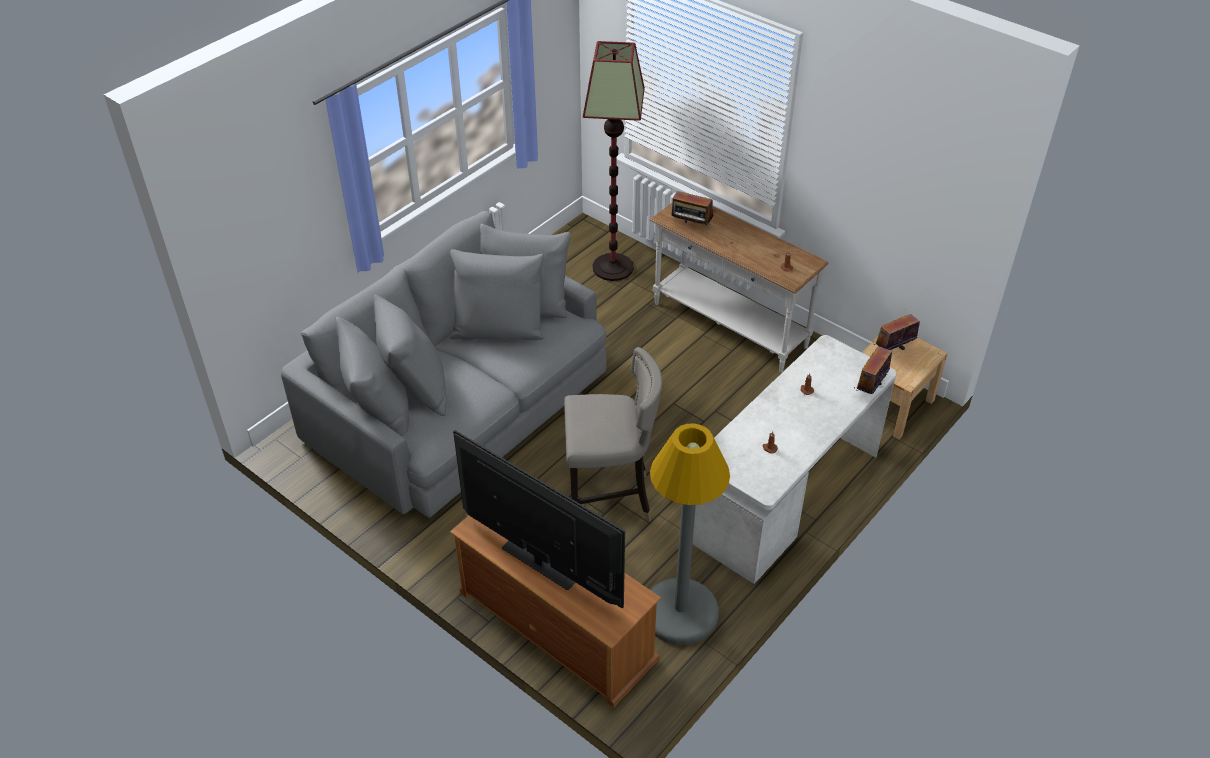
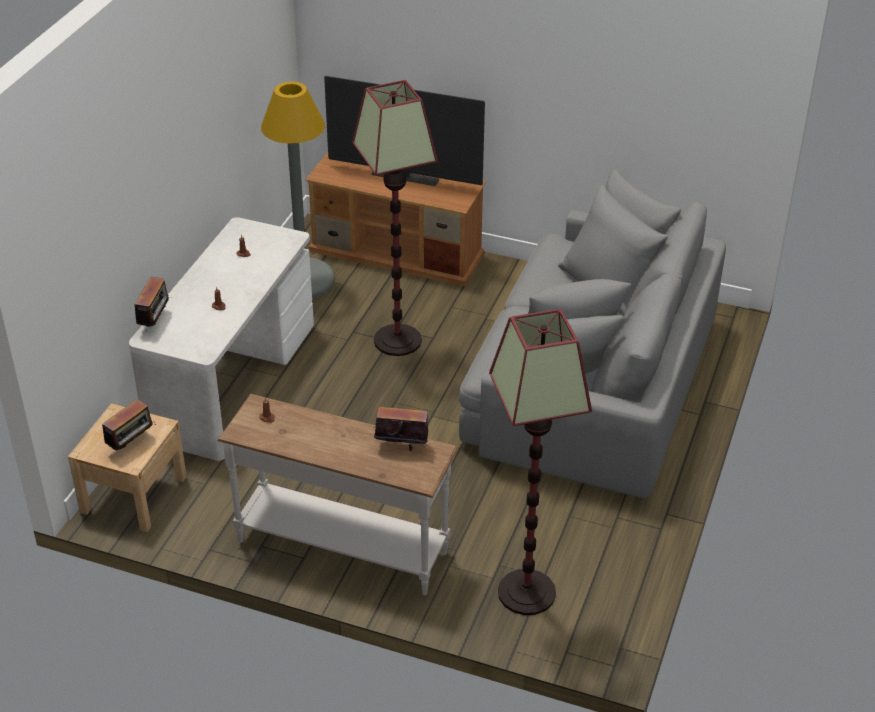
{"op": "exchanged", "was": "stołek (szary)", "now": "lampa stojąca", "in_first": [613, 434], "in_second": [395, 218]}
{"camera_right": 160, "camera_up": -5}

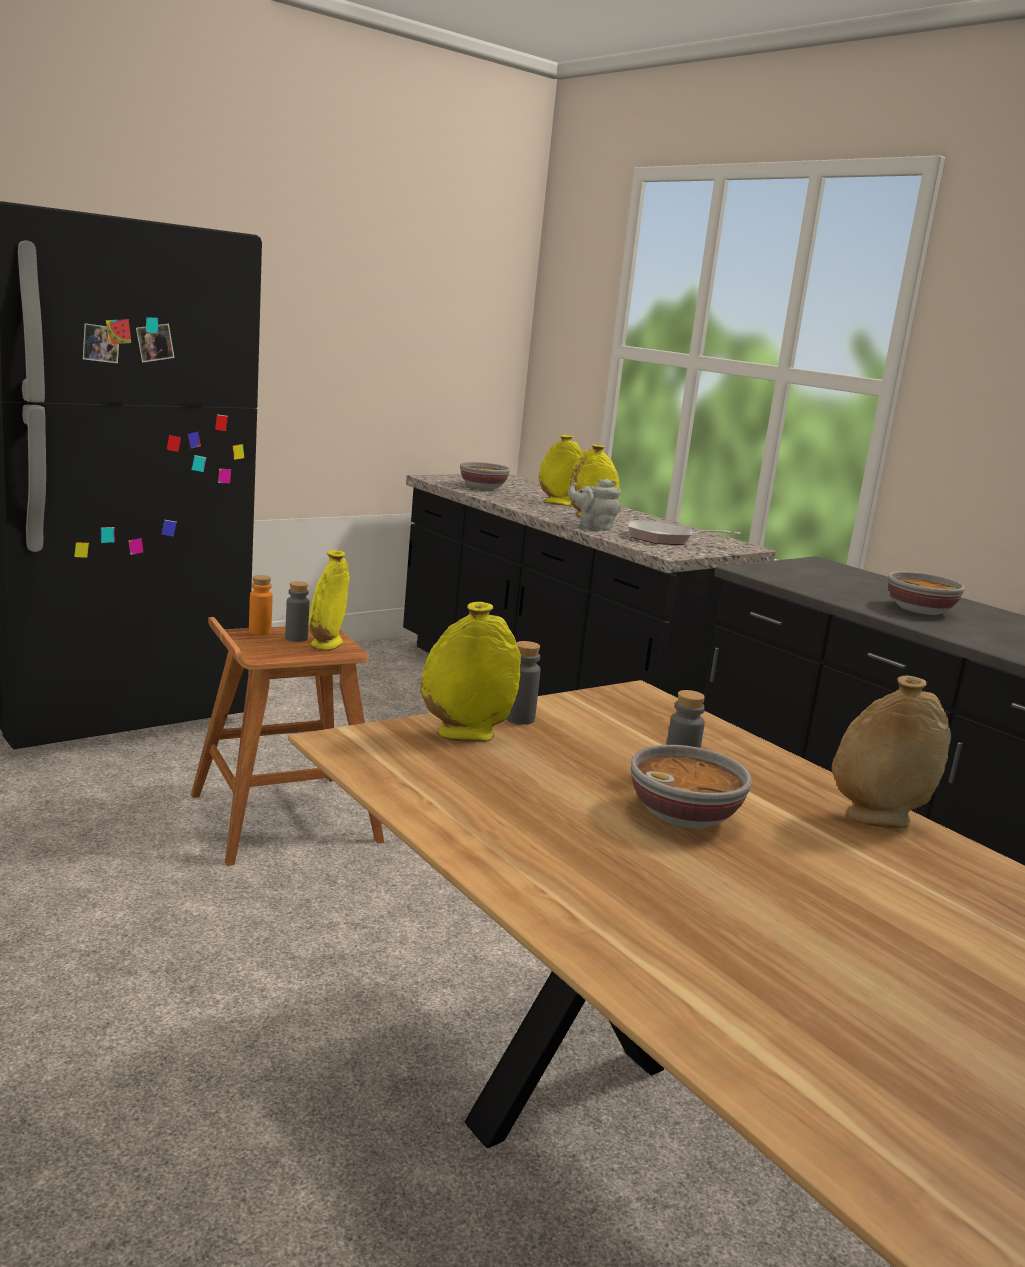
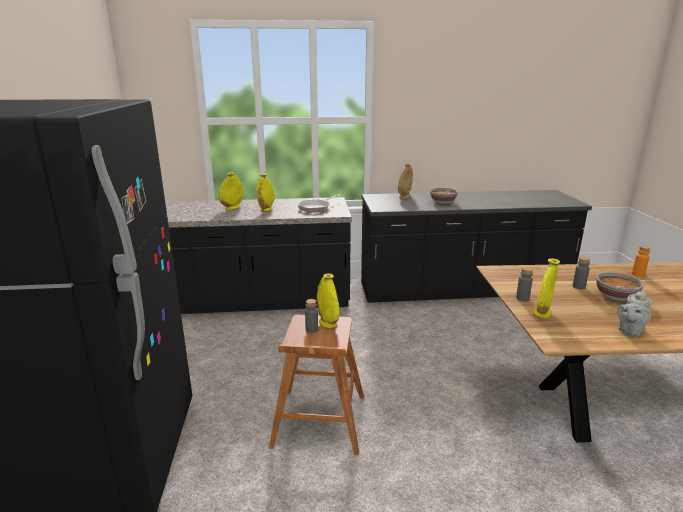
{"op": "relocated", "was": "butelka (pomarańczowy)", "in_first": [261, 605], "in_second": [641, 261]}
{"op": "missing", "was": "miska", "in_first": [485, 475]}
{"op": "relocated", "was": "imbryk (szary)", "in_first": [594, 504], "in_second": [634, 313]}
{"op": "relocated", "was": "wazon (beżowy)", "in_first": [891, 752], "in_second": [405, 181]}
{"camera_right": -55, "camera_up": 5}

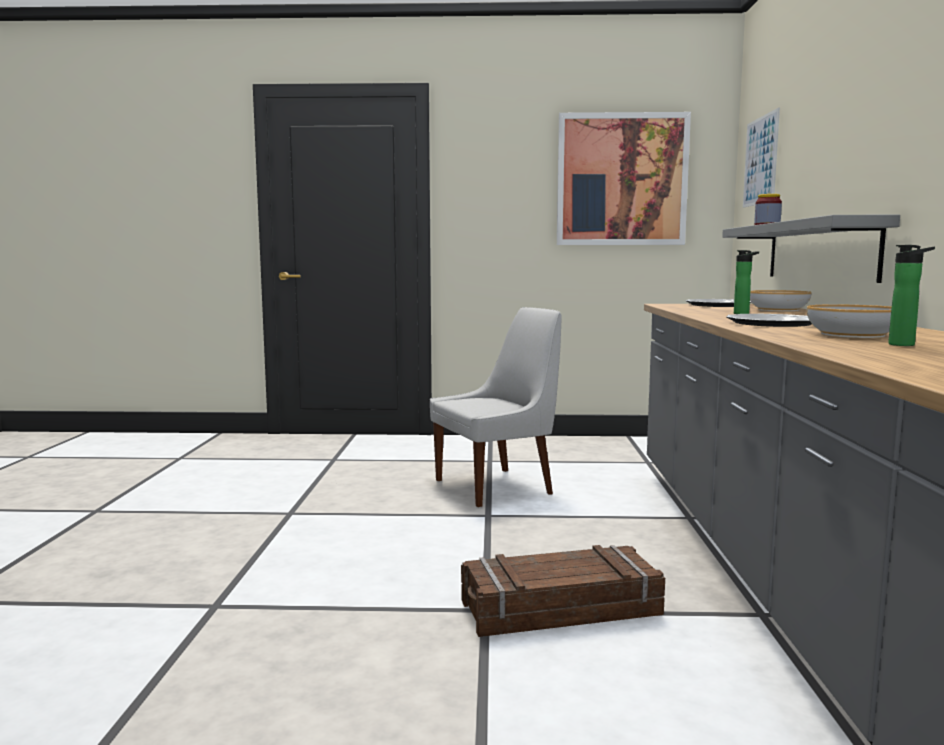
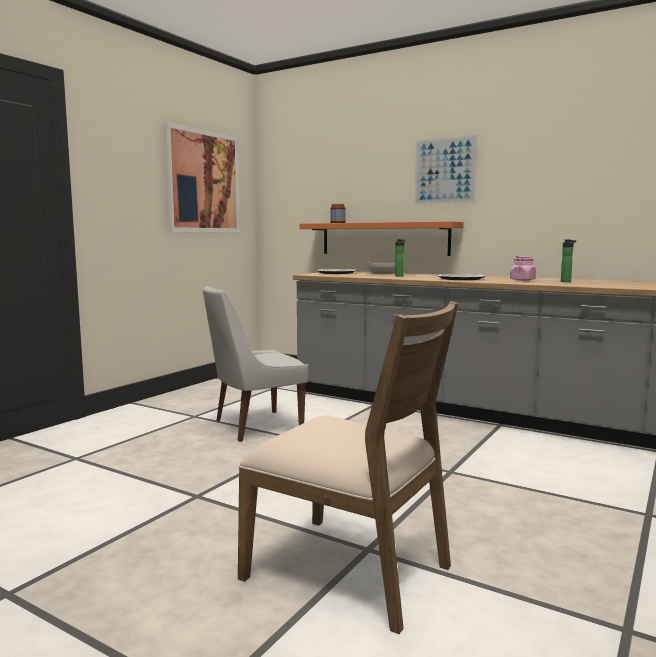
{"op": "spun", "was": "krzesło (biały)", "in_first": [496, 407], "in_second": [255, 364], "clockwise": -120}
{"op": "missing", "was": "skrzynka", "in_first": [563, 591]}
{"op": "colour", "was": "półka (szary)", "now": "półka (pomarańczowy)", "in_first": [811, 249], "in_second": [381, 238]}
{"op": "relocated", "was": "obraz", "in_first": [761, 158], "in_second": [446, 170]}
{"op": "exchanged", "was": "miska", "now": "słoik (różowy)", "in_first": [849, 321], "in_second": [523, 268]}
{"op": "appeared", "now": "krzesło (brązowy)", "in_second": [348, 467]}
{"camera_right": -60, "camera_up": 0}

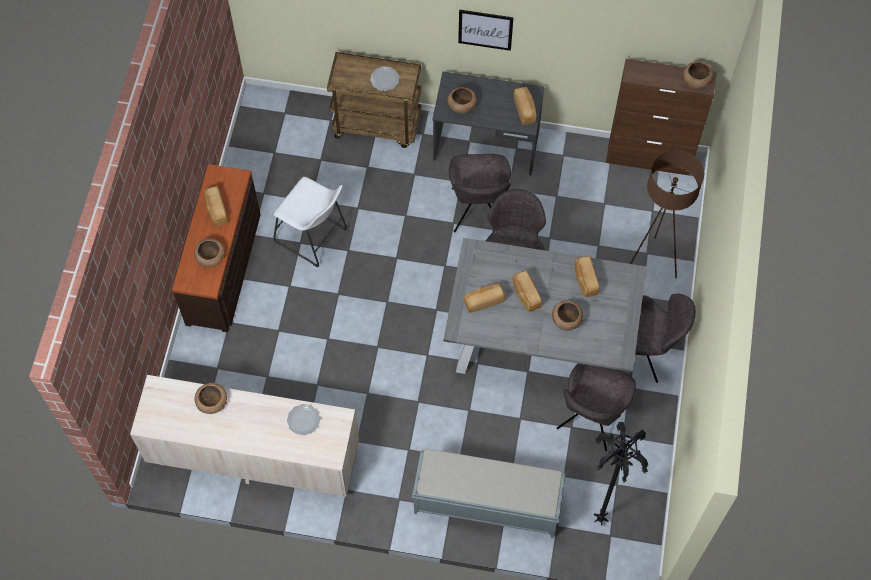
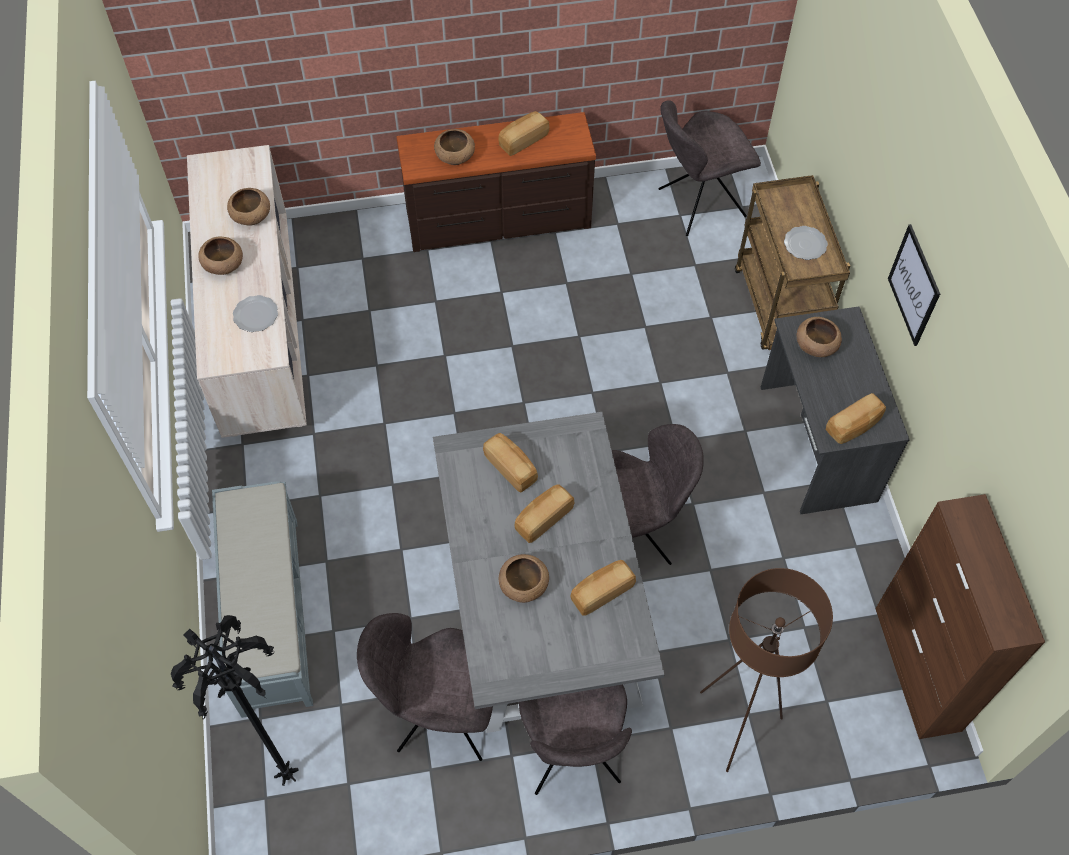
{"op": "missing", "was": "stołek (biały)", "in_first": [310, 222]}
{"op": "relocated", "was": "krzesło (szary)", "in_first": [480, 193], "in_second": [709, 168]}
{"op": "relocated", "was": "miska (brązowy)", "in_first": [698, 75], "in_second": [220, 256]}
{"camera_right": 70, "camera_up": -5}

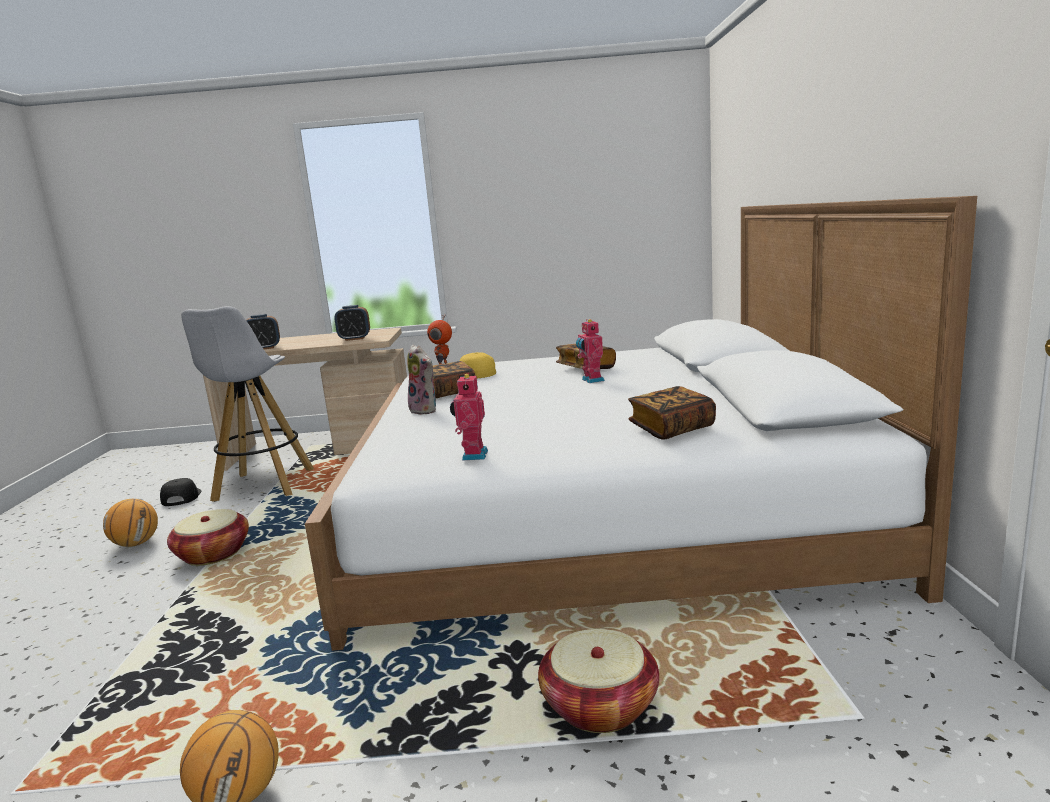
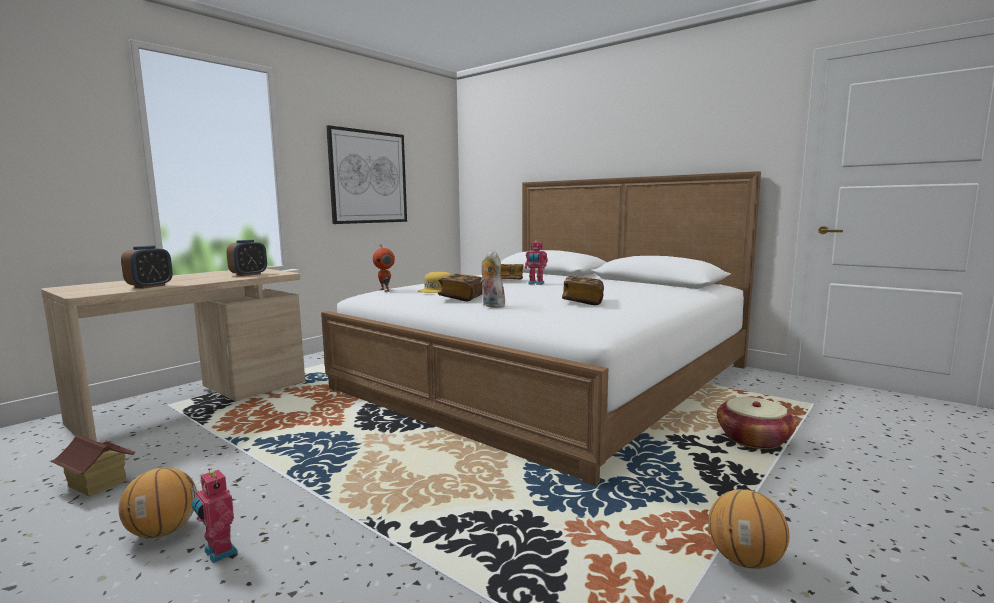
{"op": "exchanged", "was": "czapka z daszkiem (czarny)", "now": "domek", "in_first": [180, 492], "in_second": [92, 465]}
{"op": "missing", "was": "koszyk", "in_first": [208, 537]}
{"op": "missing", "was": "stołek (biały)", "in_first": [247, 404]}
{"op": "spun", "was": "pluszak", "in_first": [421, 380], "in_second": [493, 279], "clockwise": -120}
{"op": "relocated", "was": "robot zabawkowy", "in_first": [469, 417], "in_second": [215, 516]}
{"op": "relocated", "was": "książka", "in_first": [672, 413], "in_second": [583, 290]}
{"op": "appeared", "now": "obraz", "in_second": [366, 174]}
{"camera_right": -50, "camera_up": -5}

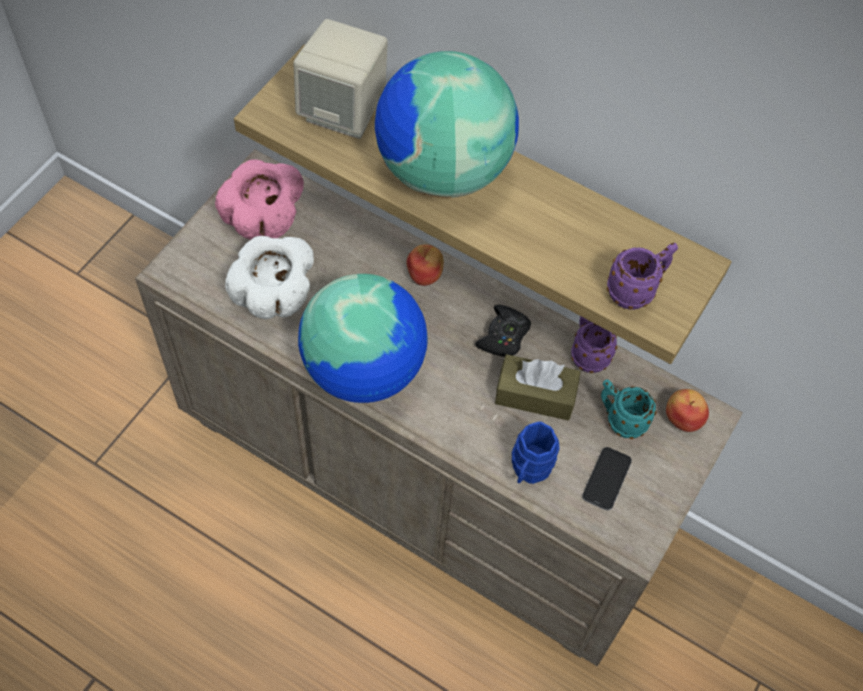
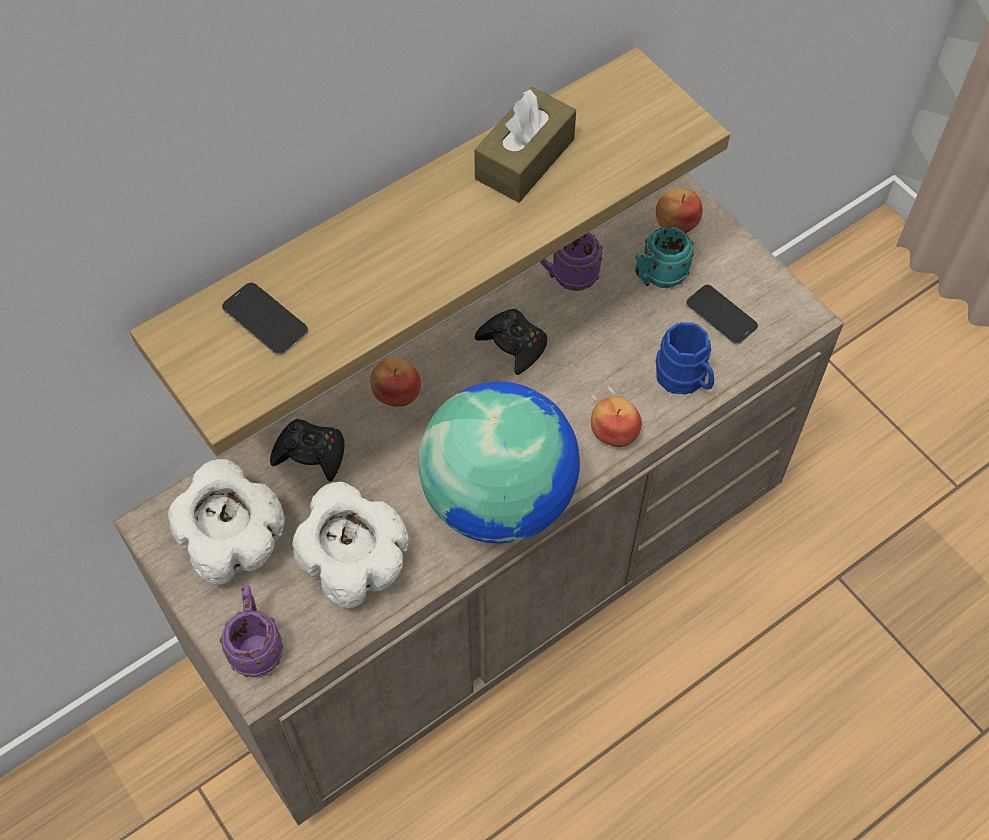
{"op": "colour", "was": "miska (różowy)", "now": "miska (biały)", "in_first": [259, 199], "in_second": [226, 522]}
{"op": "exchanged", "was": "głośnik (beżowy)", "now": "telefon", "in_first": [340, 79], "in_second": [265, 319]}
{"op": "missing", "was": "globus", "in_first": [447, 124]}
{"op": "relocated", "was": "pudełko chusteczek (brązowy)", "in_first": [538, 387], "in_second": [525, 145]}
{"op": "relocated", "was": "kubek (fioletowy)", "in_first": [642, 276], "in_second": [251, 631]}
{"op": "appeared", "now": "pad do gier (czarny)", "in_second": [307, 450]}
{"op": "appeared", "now": "jabłko", "in_second": [616, 421]}
{"camera_right": -65, "camera_up": 0}

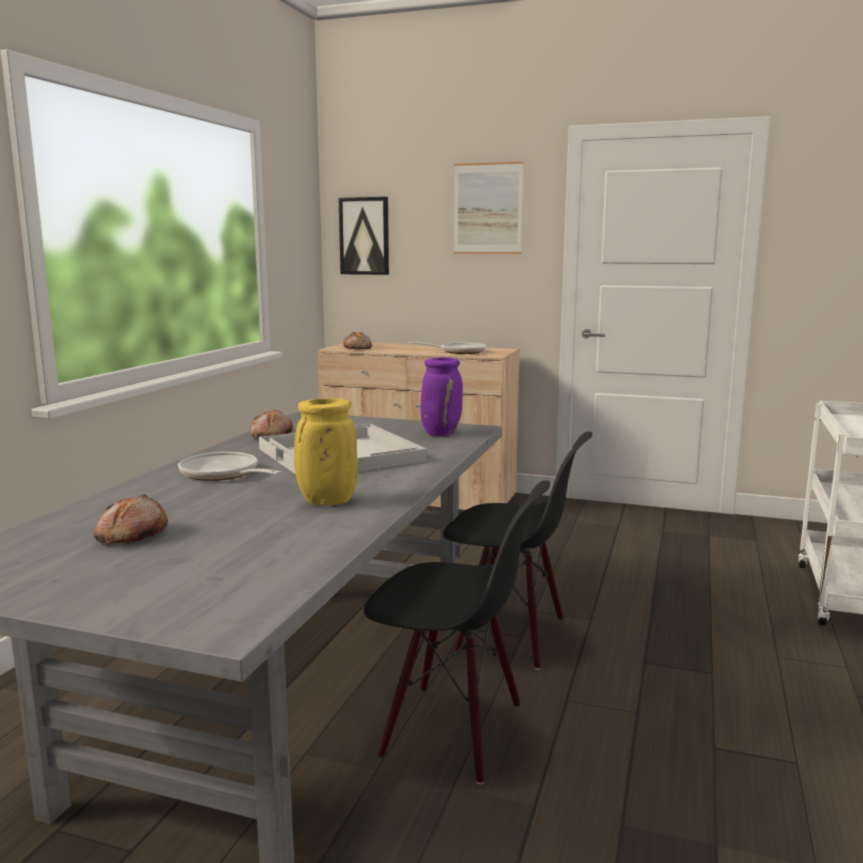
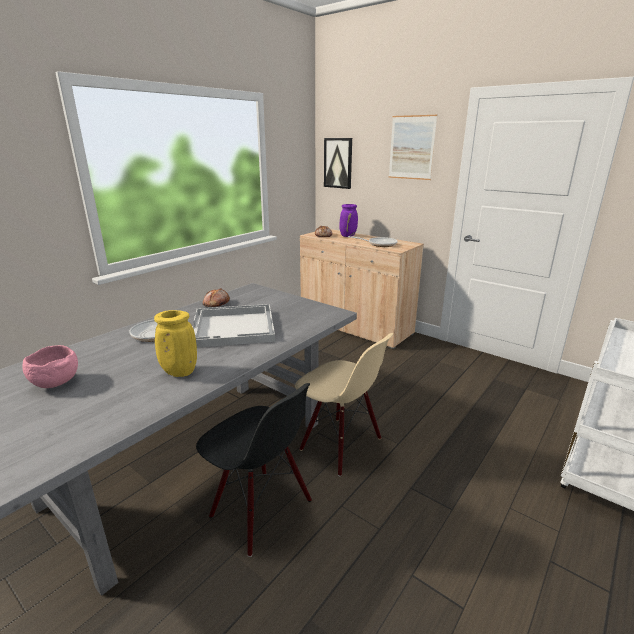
{"op": "exchanged", "was": "chleb", "now": "miska (różowy)", "in_first": [130, 519], "in_second": [50, 366]}
{"op": "relocated", "was": "wazon (fioletowy)", "in_first": [441, 396], "in_second": [348, 220]}
{"op": "colour", "was": "krzesło (czarny)", "now": "krzesło (beżowy)", "in_first": [517, 551], "in_second": [344, 404]}
{"camera_right": 20, "camera_up": 10}

